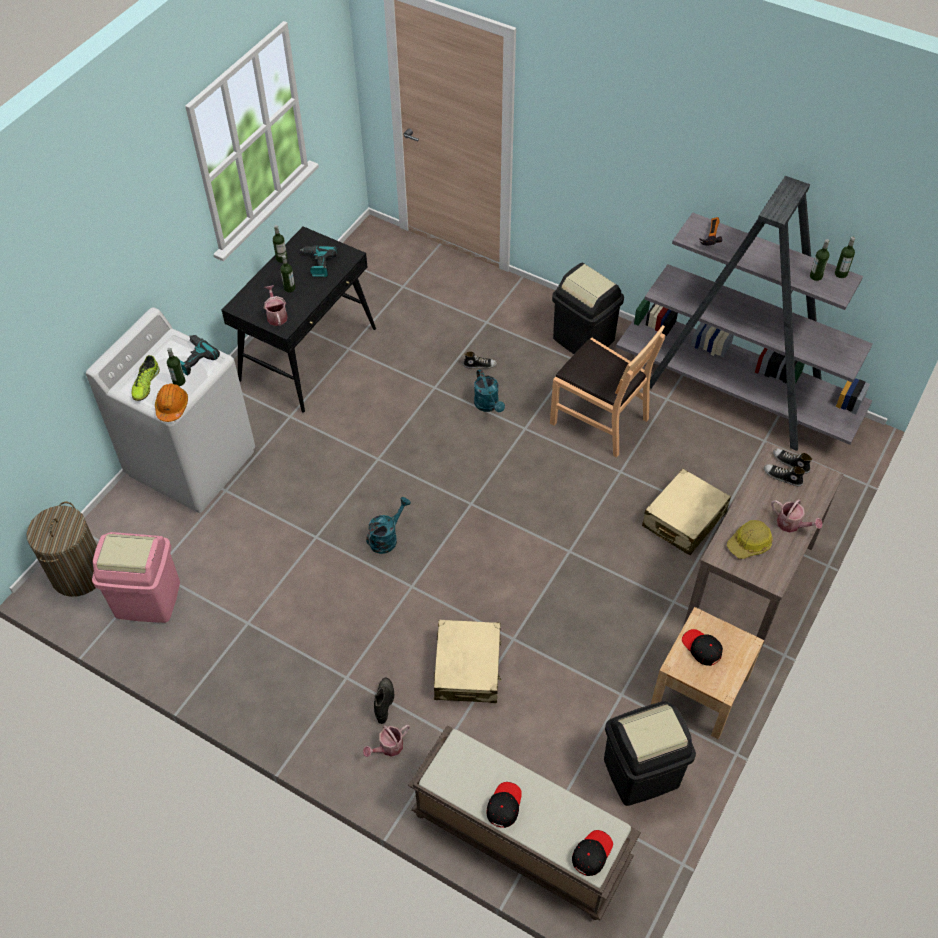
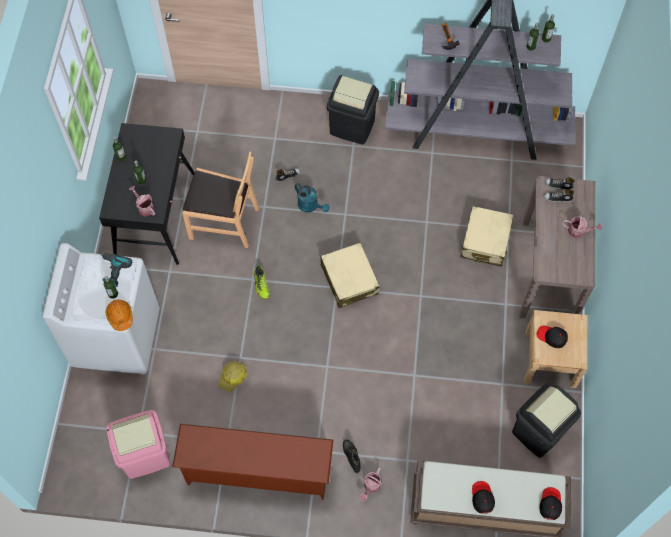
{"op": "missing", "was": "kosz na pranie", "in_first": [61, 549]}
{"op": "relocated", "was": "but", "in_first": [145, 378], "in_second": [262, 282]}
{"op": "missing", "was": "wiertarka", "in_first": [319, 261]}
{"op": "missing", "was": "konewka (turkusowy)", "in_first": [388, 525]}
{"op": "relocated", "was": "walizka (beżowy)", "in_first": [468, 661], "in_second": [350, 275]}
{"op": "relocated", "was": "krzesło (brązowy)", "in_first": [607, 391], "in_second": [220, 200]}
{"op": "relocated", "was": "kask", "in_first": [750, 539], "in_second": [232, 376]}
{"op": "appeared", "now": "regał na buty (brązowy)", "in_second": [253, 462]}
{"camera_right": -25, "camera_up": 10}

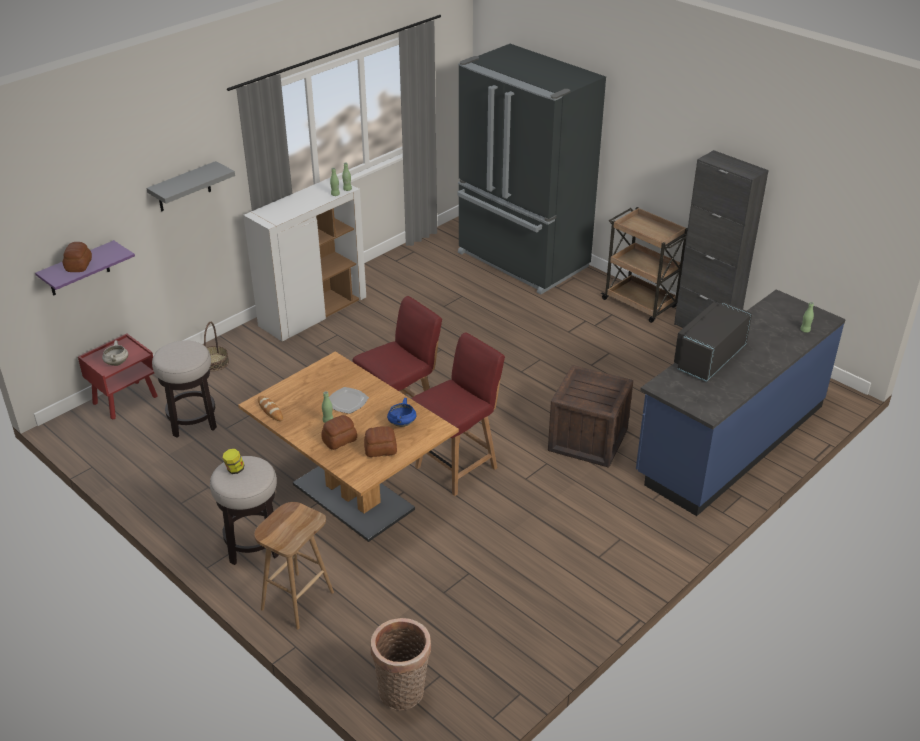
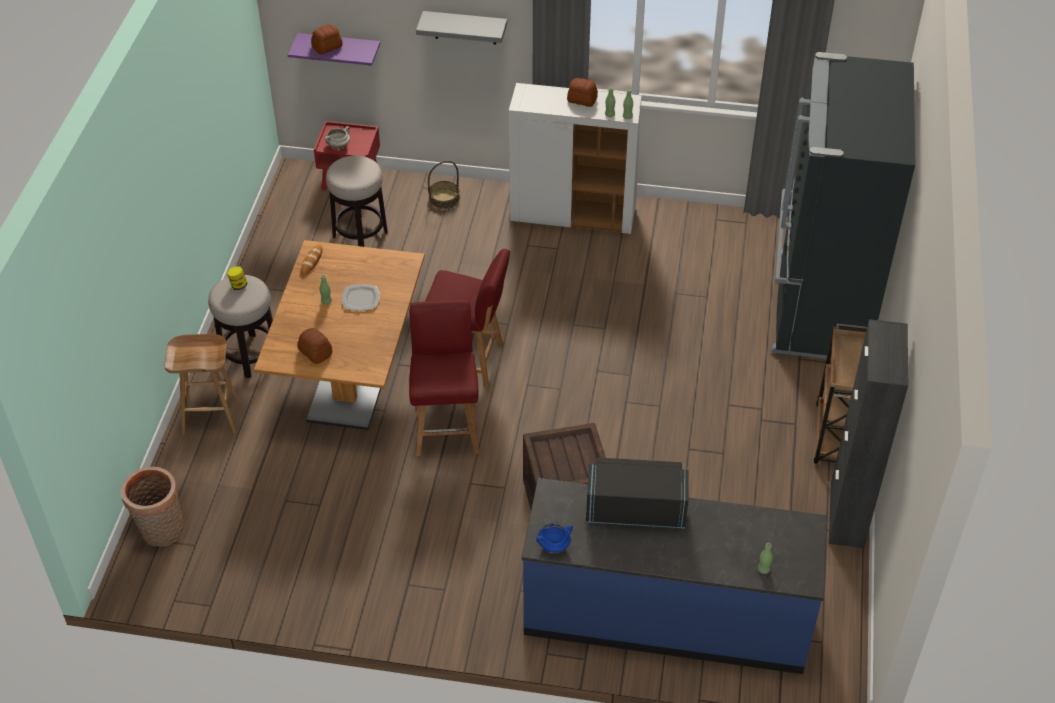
{"op": "relocated", "was": "chleb", "in_first": [339, 432], "in_second": [582, 92]}
{"op": "relocated", "was": "garnek (niebieski)", "in_first": [401, 412], "in_second": [554, 538]}
{"op": "spun", "was": "krzesło (czerwony)", "in_first": [458, 414], "in_second": [444, 378], "clockwise": -105}
{"camera_right": 55, "camera_up": 10}

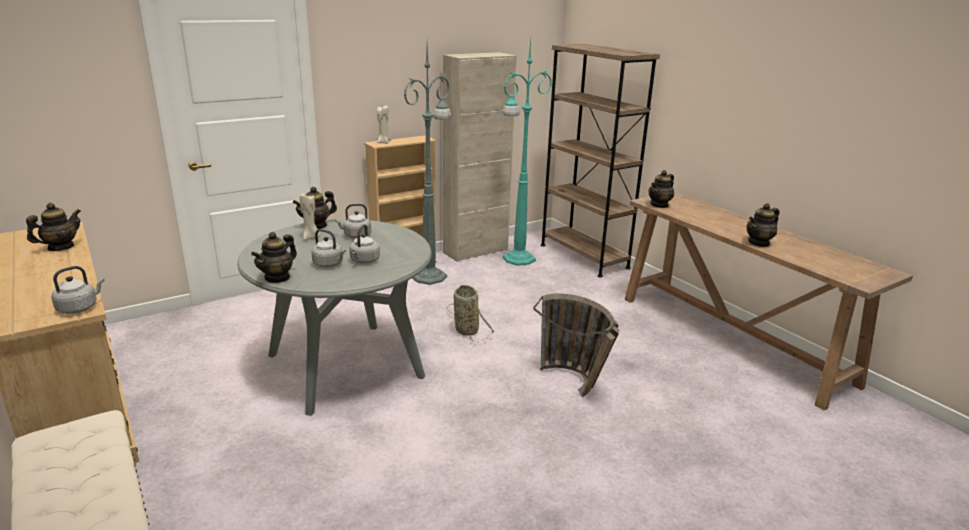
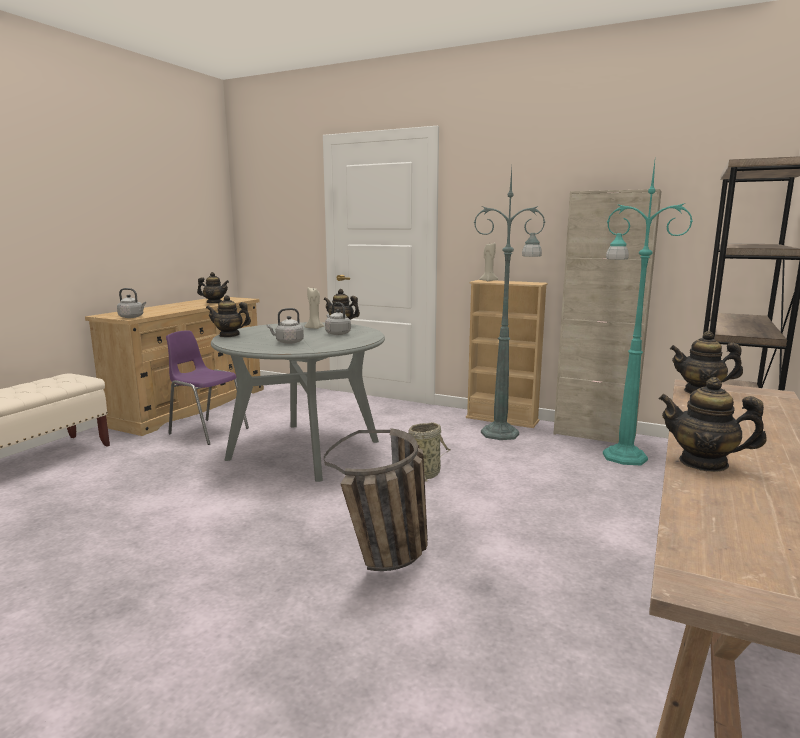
{"op": "missing", "was": "czajnik (szary)", "in_first": [328, 248]}
{"op": "appeared", "now": "krzesło (fioletowy)", "in_second": [207, 388]}
{"camera_right": 60, "camera_up": -10}

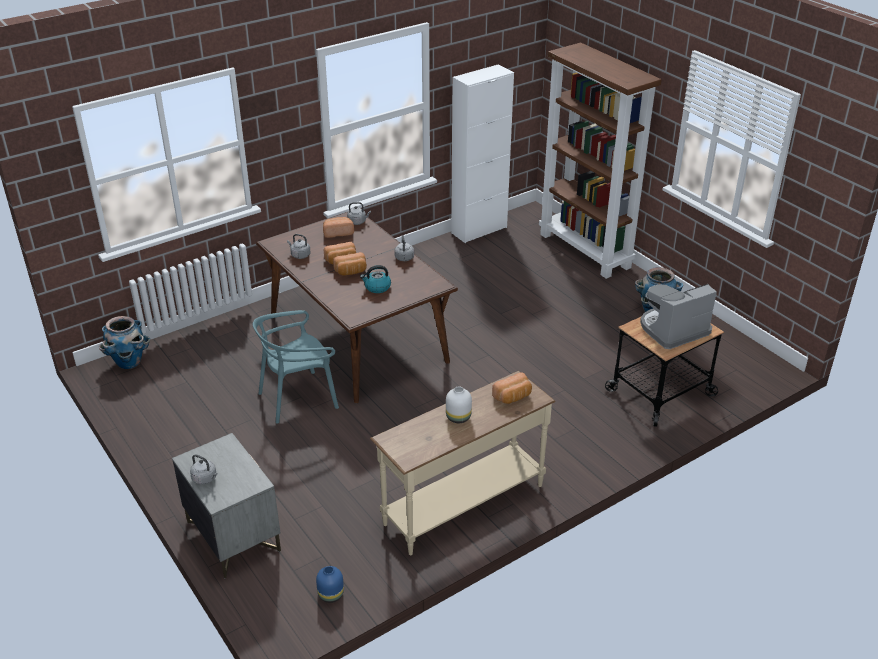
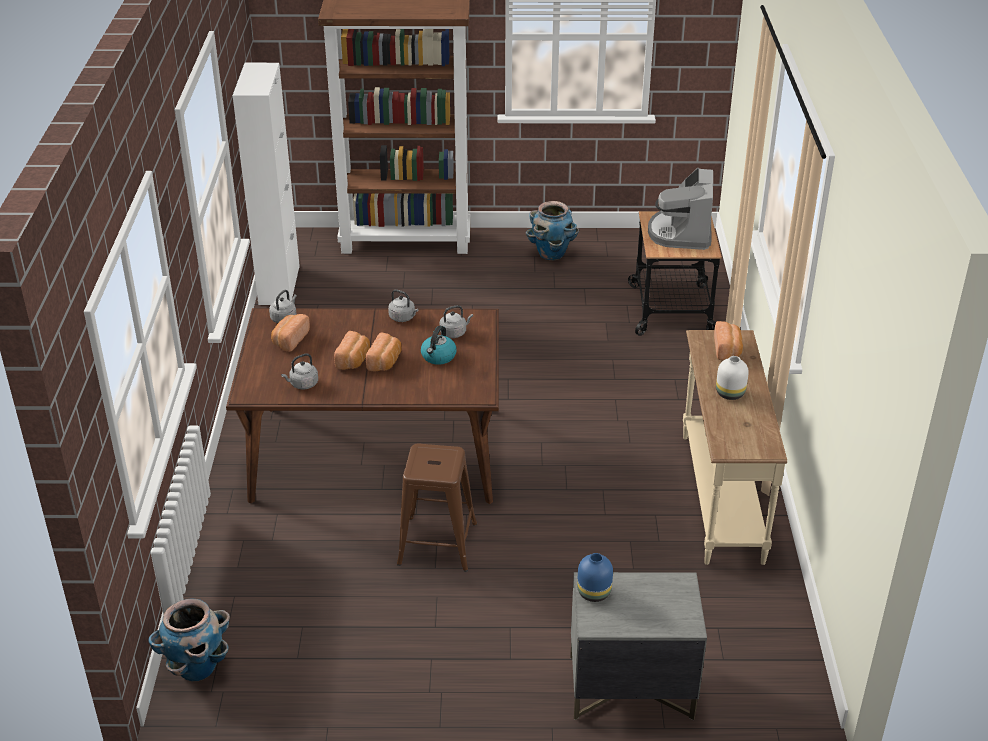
{"op": "relocated", "was": "czajnik (szary)", "in_first": [204, 469], "in_second": [456, 321]}
{"op": "exchanged", "was": "krzesło (turkusowy)", "now": "stołek (brązowy)", "in_first": [296, 367], "in_second": [437, 507]}
{"op": "relocated", "was": "wazon (niebieski)", "in_first": [330, 584], "in_second": [595, 577]}
{"camera_right": -55, "camera_up": 0}

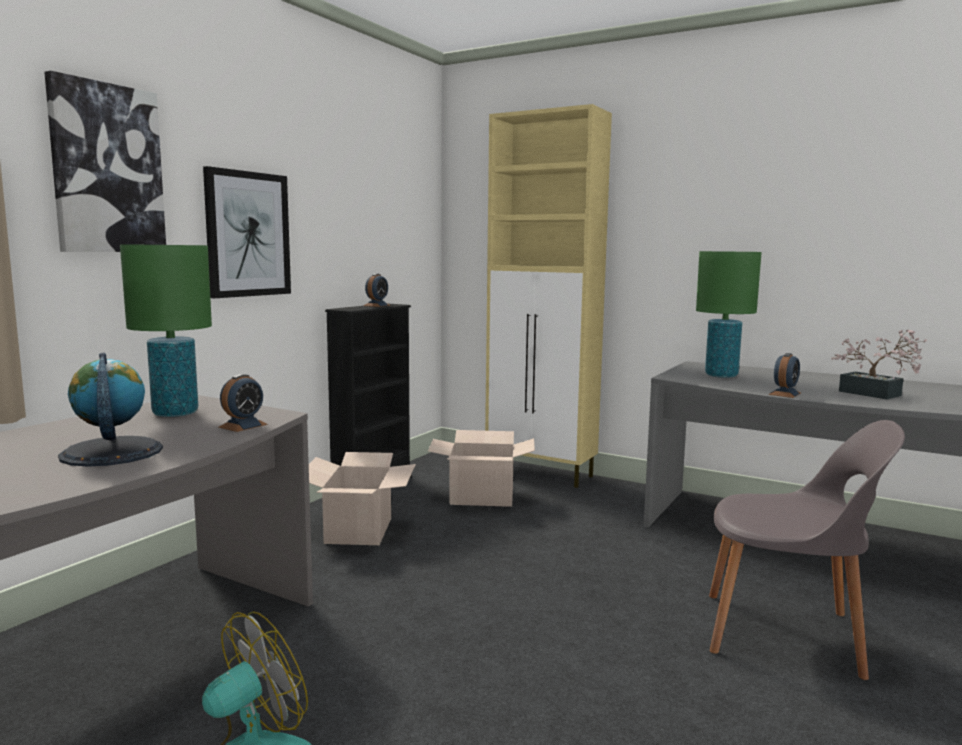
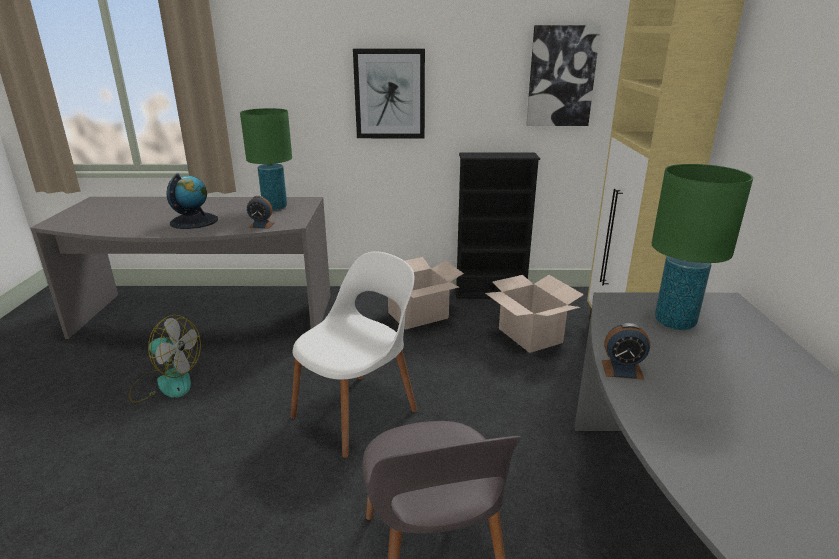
{"op": "relocated", "was": "obraz", "in_first": [105, 161], "in_second": [563, 75]}
{"op": "missing", "was": "budzik", "in_first": [376, 290]}
{"op": "missing", "was": "roślina doniczkowa", "in_first": [879, 364]}
{"op": "appeared", "now": "krzesło (biały)", "in_second": [354, 354]}
{"camera_right": 60, "camera_up": 15}

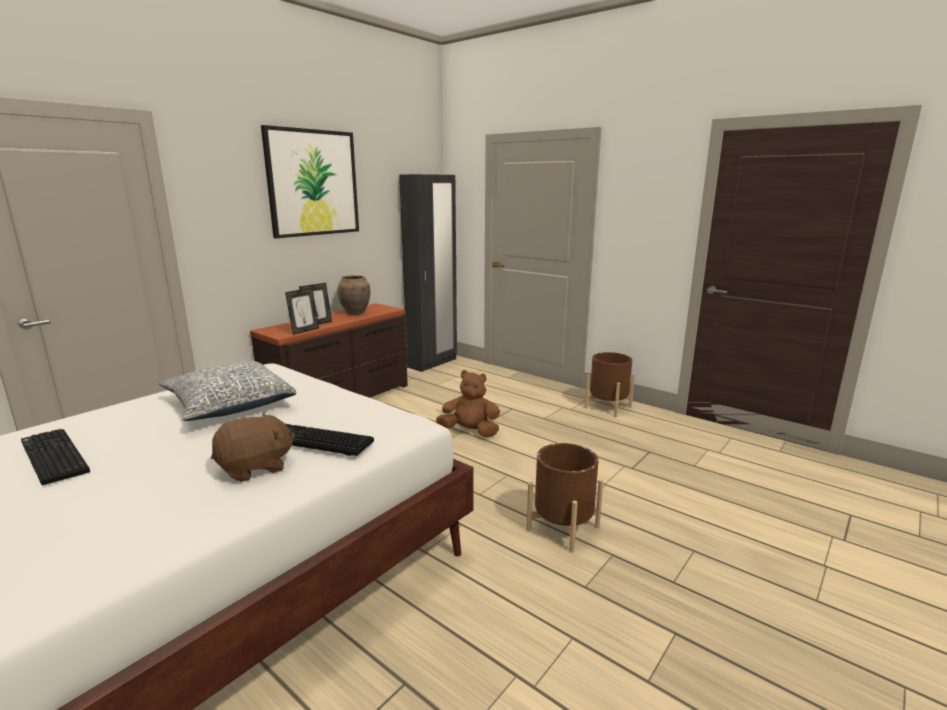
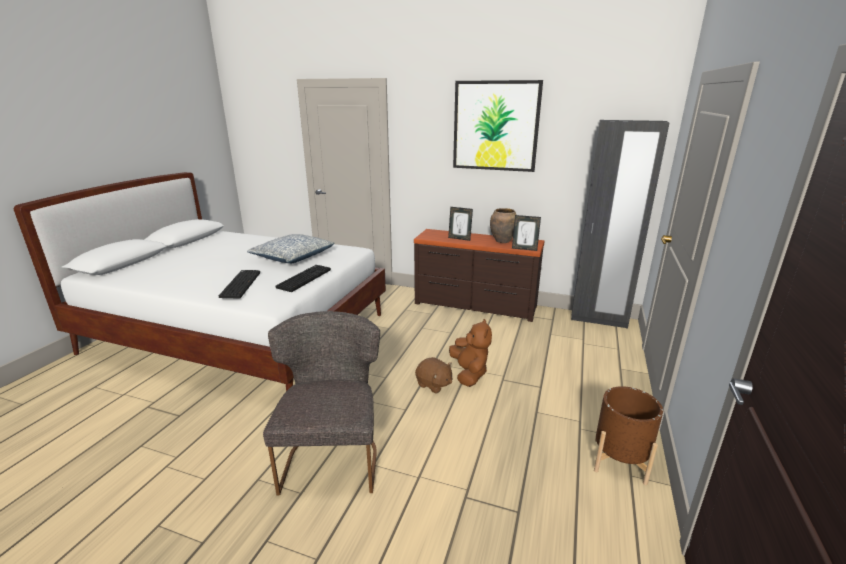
{"op": "relocated", "was": "klawiatura", "in_first": [55, 457], "in_second": [303, 278]}
{"op": "relocated", "was": "pluszak (brązowy)", "in_first": [253, 447], "in_second": [433, 375]}
{"op": "relocated", "was": "ramka na zdjęcie", "in_first": [302, 311], "in_second": [526, 233]}
{"op": "exchanged", "was": "donica (brązowy)", "now": "krzesło (szary)", "in_first": [564, 498], "in_second": [321, 403]}
{"camera_right": 70, "camera_up": 5}

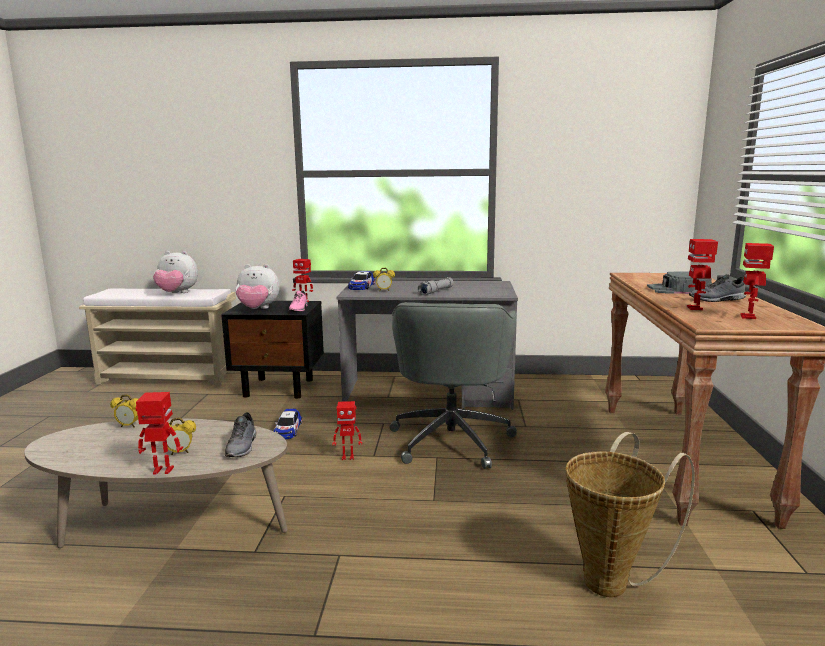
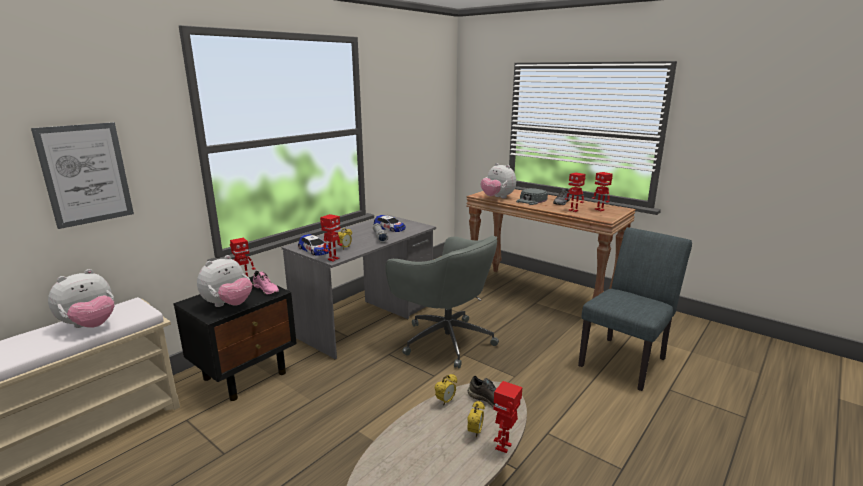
{"op": "relocated", "was": "budzik", "in_first": [124, 411], "in_second": [446, 390]}
{"op": "relocated", "was": "samochodzik", "in_first": [287, 423], "in_second": [389, 223]}
{"op": "relocated", "was": "robot zabawkowy", "in_first": [347, 430], "in_second": [331, 237]}
{"op": "exchanged", "was": "koszyk", "now": "krzesło (szary)", "in_first": [630, 514], "in_second": [635, 309]}
{"op": "appeared", "now": "obraz", "in_second": [82, 175]}
{"op": "appeared", "now": "pluszak", "in_second": [498, 180]}
{"camera_right": -55, "camera_up": 5}

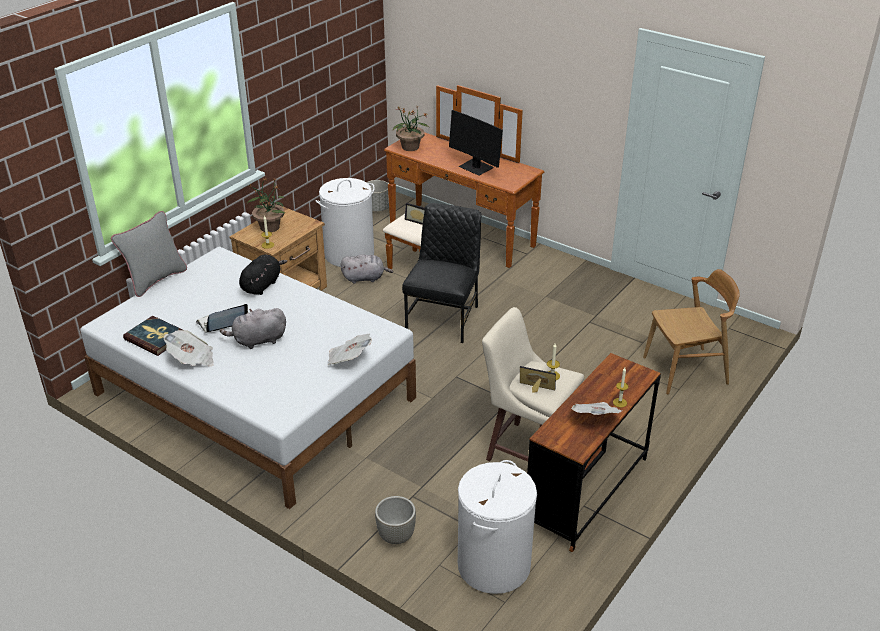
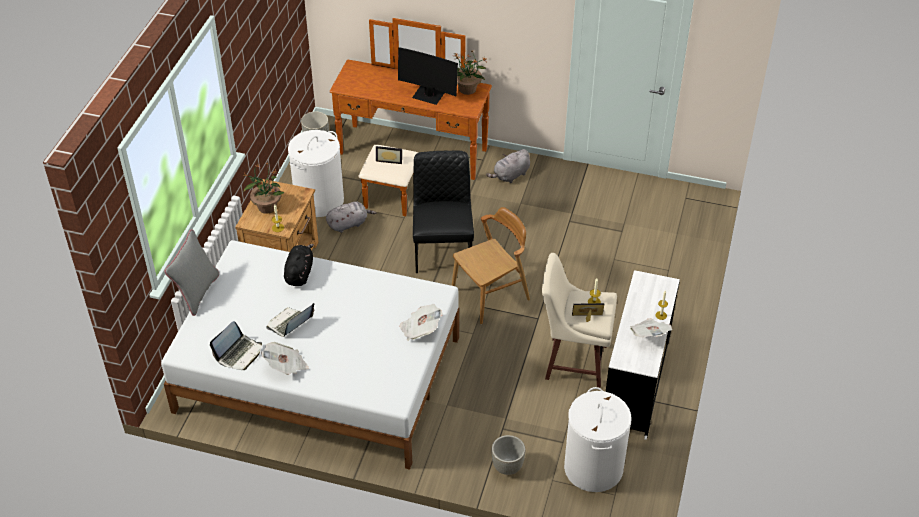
{"op": "exchanged", "was": "książka", "now": "laptop", "in_first": [153, 336], "in_second": [236, 345]}
{"op": "relocated", "was": "pluszak (szary)", "in_first": [253, 328], "in_second": [508, 166]}
{"op": "relocated", "was": "roślina doniczkowa", "in_first": [411, 129], "in_second": [470, 73]}
{"op": "colour", "was": "biurko (brązowy)", "now": "biurko (biały)", "in_first": [594, 452], "in_second": [643, 355]}
{"op": "relocated", "was": "krzesło (brązowy)", "in_first": [691, 332], "in_second": [491, 265]}
{"camera_right": -20, "camera_up": 10}

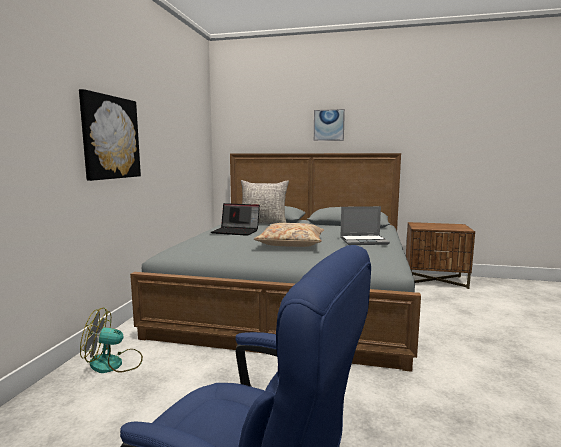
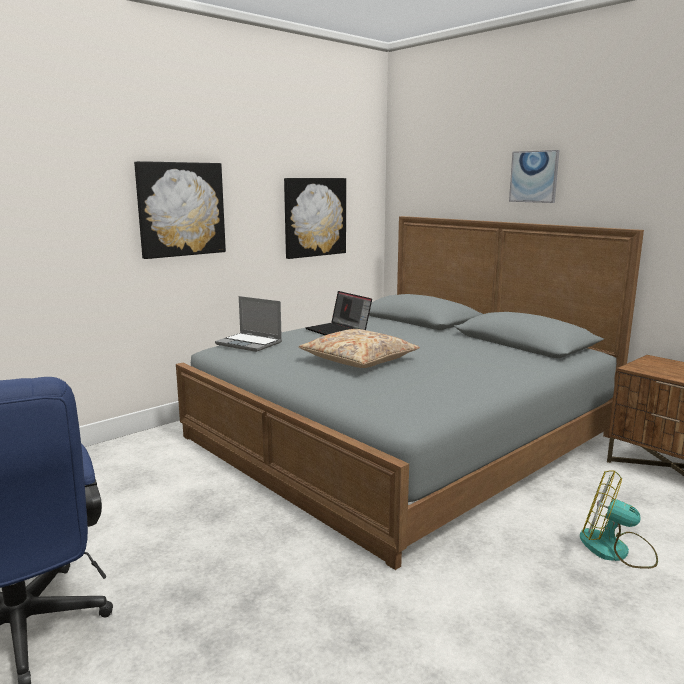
{"op": "relocated", "was": "wentylator", "in_first": [111, 340], "in_second": [619, 519]}
{"op": "missing", "was": "poduszka (szary)", "in_first": [265, 202]}
{"op": "relocated", "was": "laptop", "in_first": [365, 225], "in_second": [248, 324]}
{"op": "appeared", "now": "obraz", "in_second": [315, 218]}
{"camera_right": 35, "camera_up": 5}

